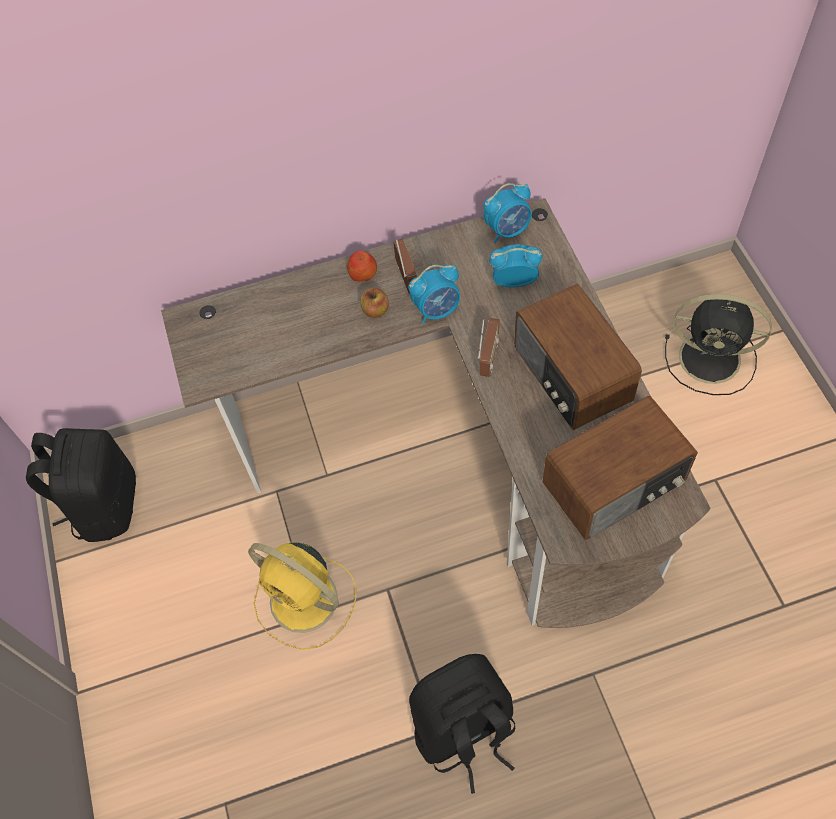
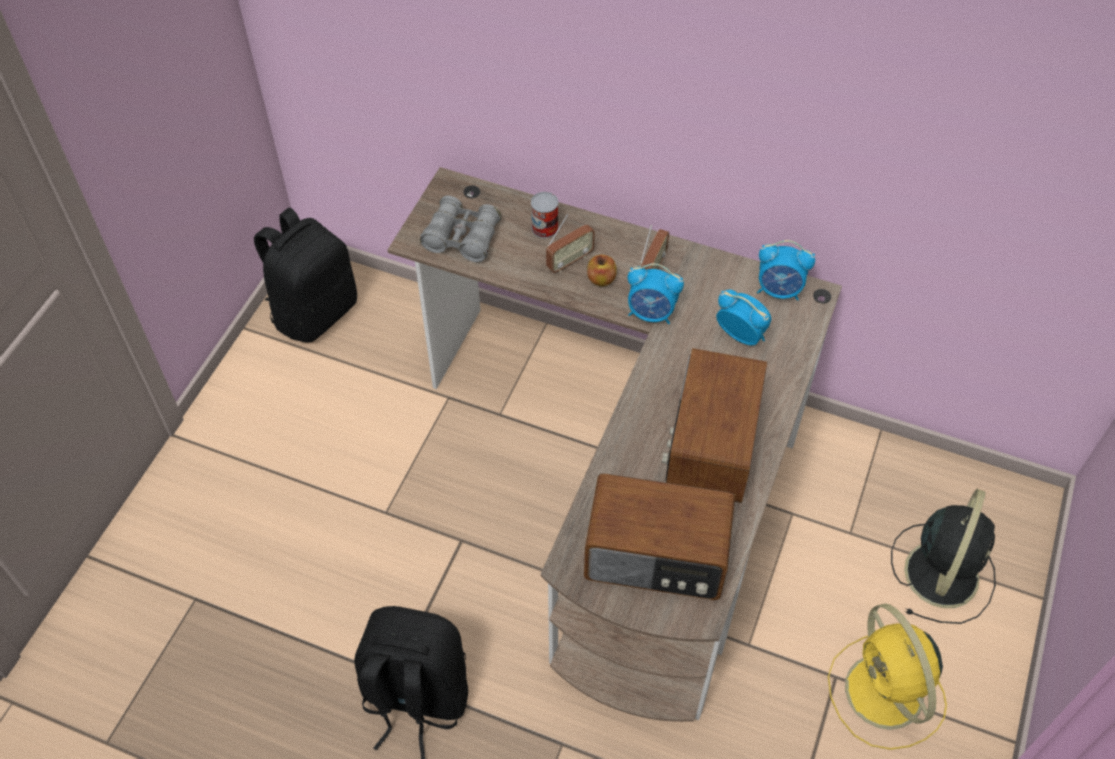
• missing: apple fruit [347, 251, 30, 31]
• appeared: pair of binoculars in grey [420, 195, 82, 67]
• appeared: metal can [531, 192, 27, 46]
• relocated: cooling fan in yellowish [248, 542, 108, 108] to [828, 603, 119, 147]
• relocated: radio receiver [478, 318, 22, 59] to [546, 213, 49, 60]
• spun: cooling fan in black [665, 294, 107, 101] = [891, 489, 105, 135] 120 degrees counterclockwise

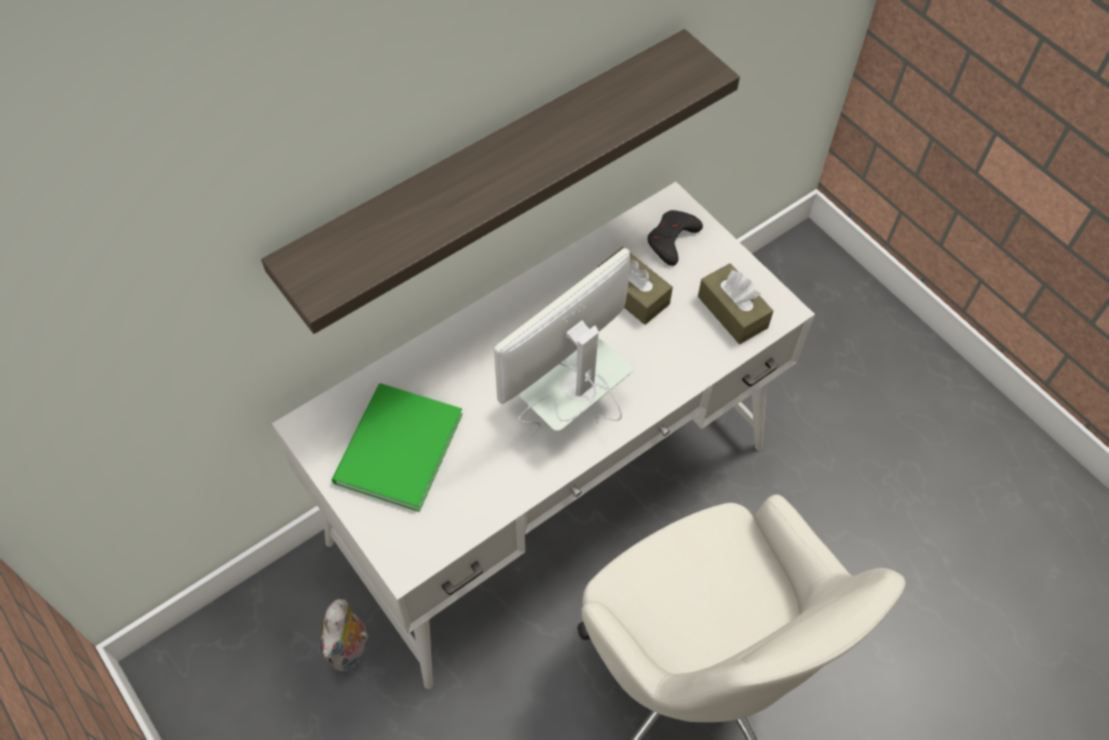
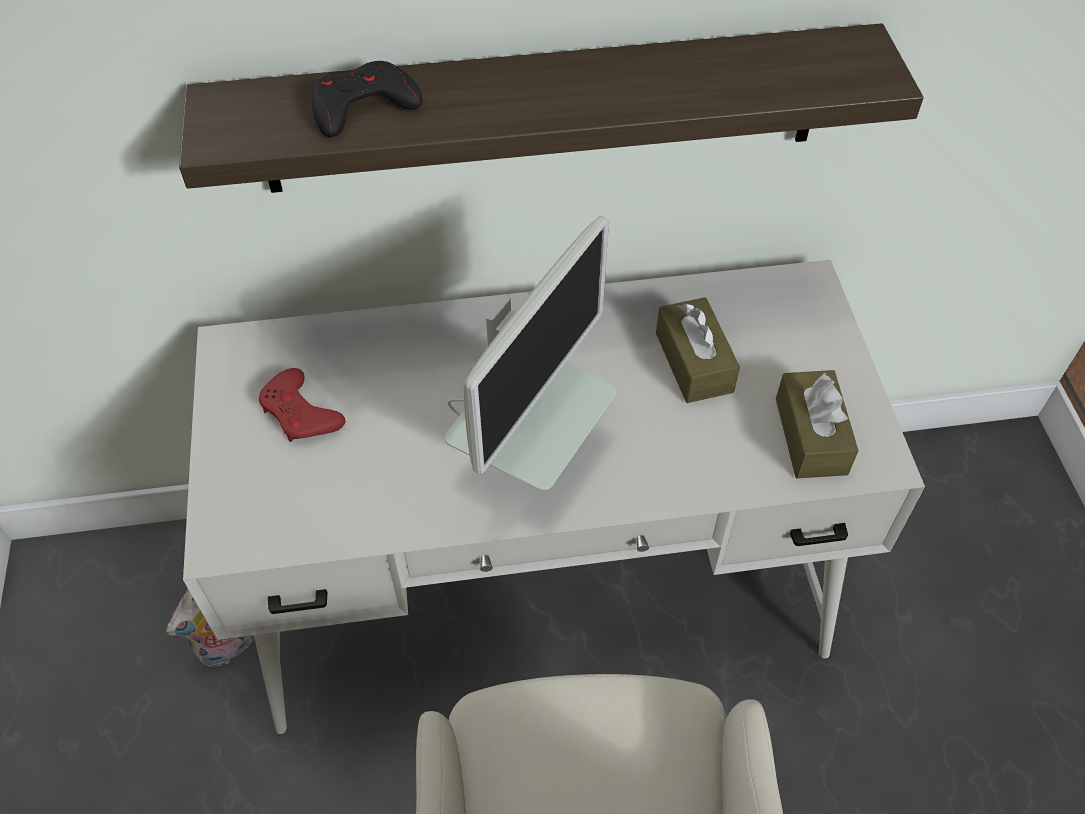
• relocated: joypad in black [647, 210, 56, 56] to [311, 61, 112, 76]
• exchanged: volume in green [332, 383, 131, 129] to joypad in red [259, 368, 86, 74]
• spun: monitor [494, 248, 139, 190] = [444, 216, 173, 274] 135 degrees clockwise

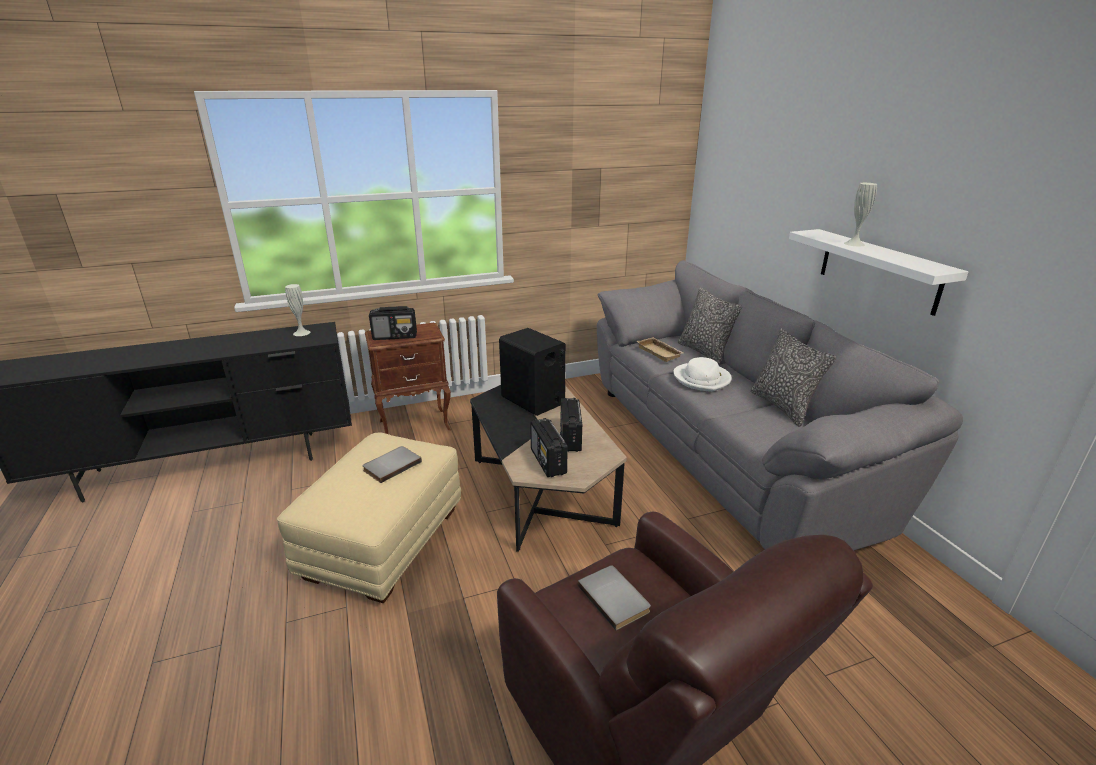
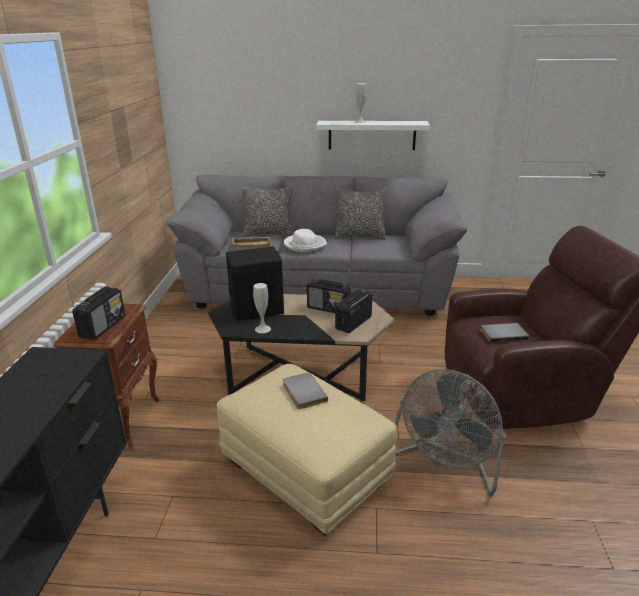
• appeared: cooling fan in grey [394, 369, 113, 128]
• relocated: flower vase in white [285, 284, 25, 52] to [253, 283, 18, 50]
• spun: radio receiver [530, 418, 38, 59] = [335, 289, 37, 44] 120 degrees clockwise

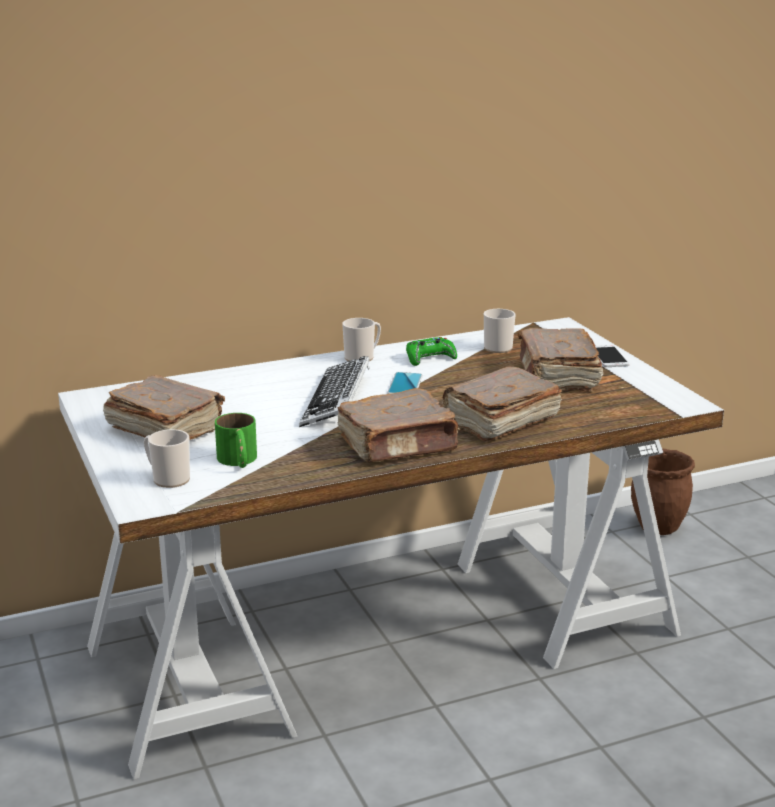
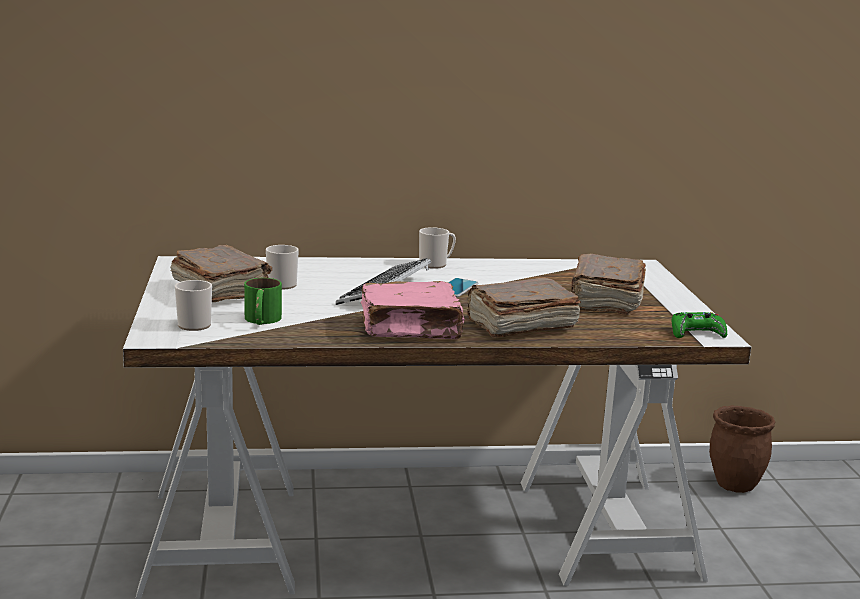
• missing: phone [595, 345, 35, 22]
• relocated: joypad in green [406, 337, 51, 29] to [671, 312, 56, 26]
• relocated: mug [484, 309, 31, 44] to [266, 245, 33, 44]
• colour: volume in brownish [338, 388, 122, 74] to volume in pinkish [361, 281, 104, 58]

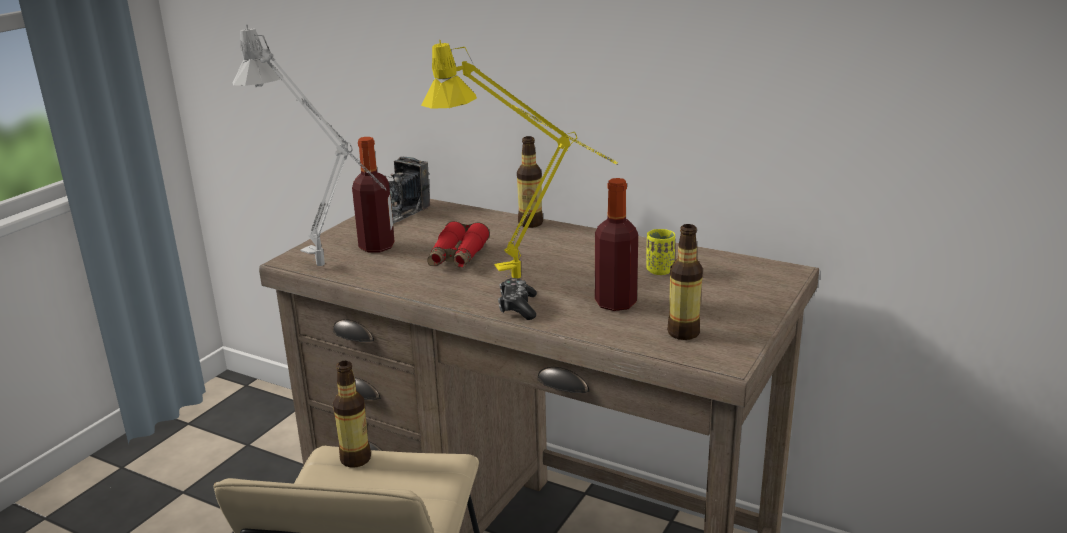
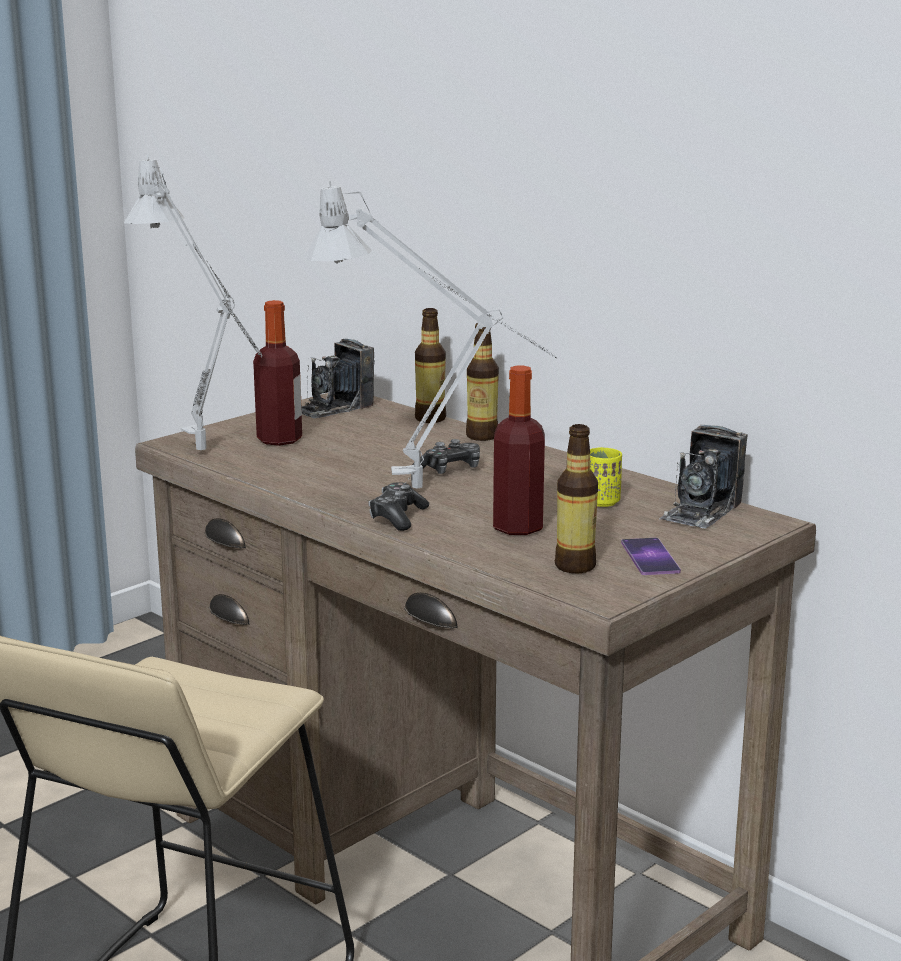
• missing: pair of binoculars in red [427, 221, 63, 47]
• appeared: joypad [412, 439, 68, 35]
• appeared: phone [621, 538, 60, 37]
• appeared: photo camera [659, 425, 89, 103]
• relocated: drink bottle [333, 361, 38, 107] to [415, 308, 31, 115]
• colour: lamp for a table in yellowish [421, 40, 197, 239] to lamp for a table in grey [304, 181, 253, 308]

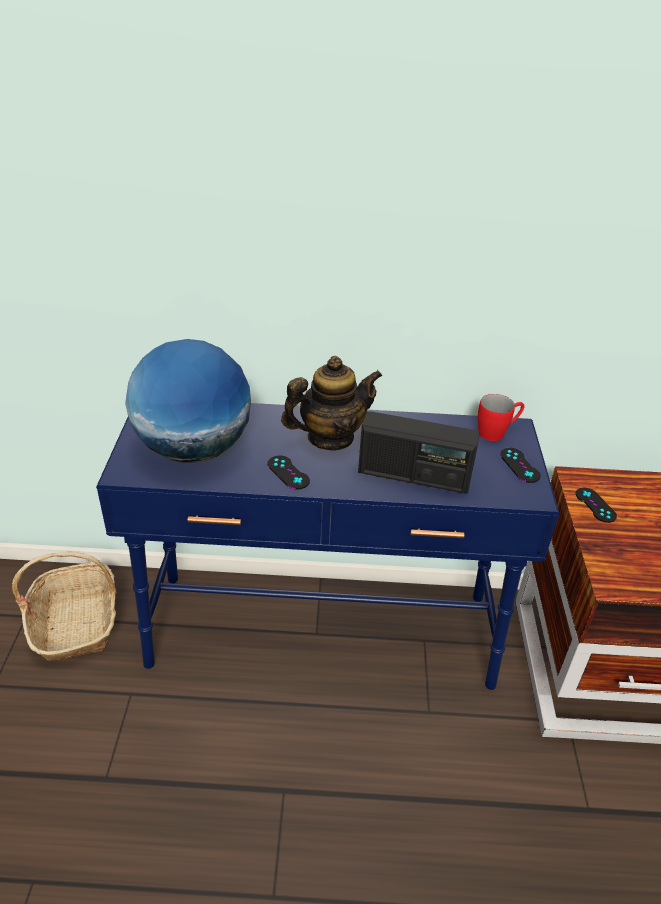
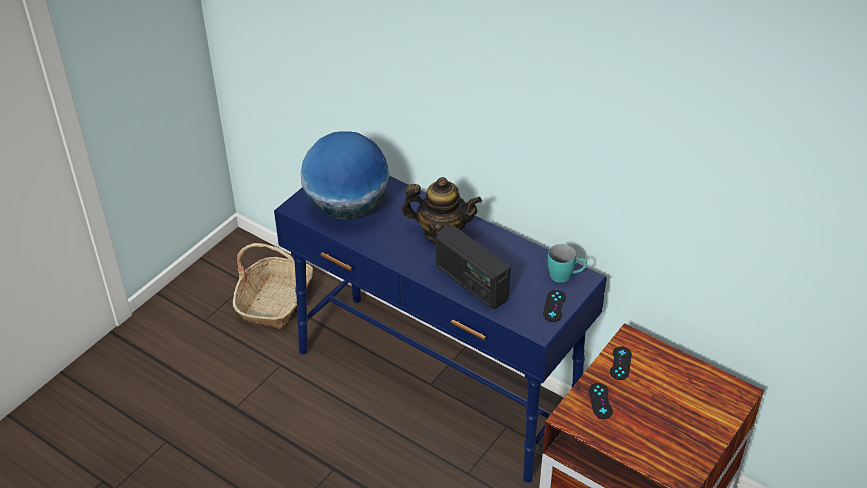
• relocated: joypad in black [267, 455, 43, 35] to [589, 383, 24, 36]
• colour: mug in red [478, 394, 47, 47] to mug in turquoise-coloured [548, 244, 39, 39]

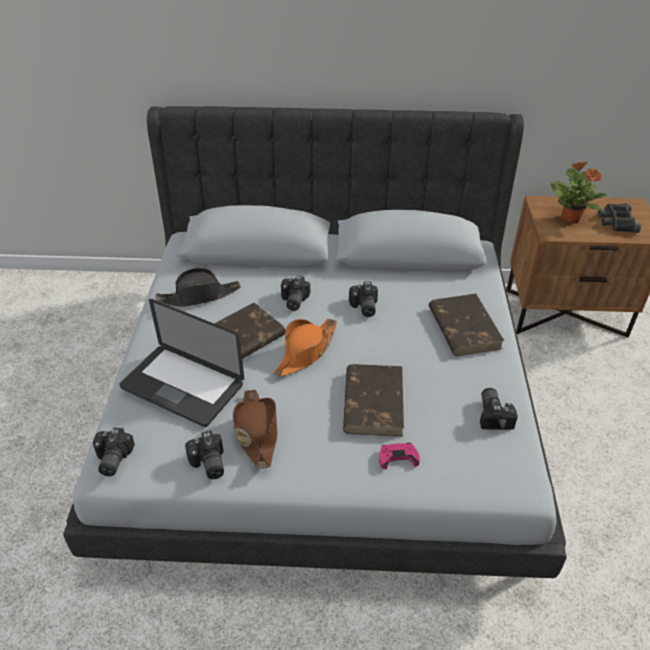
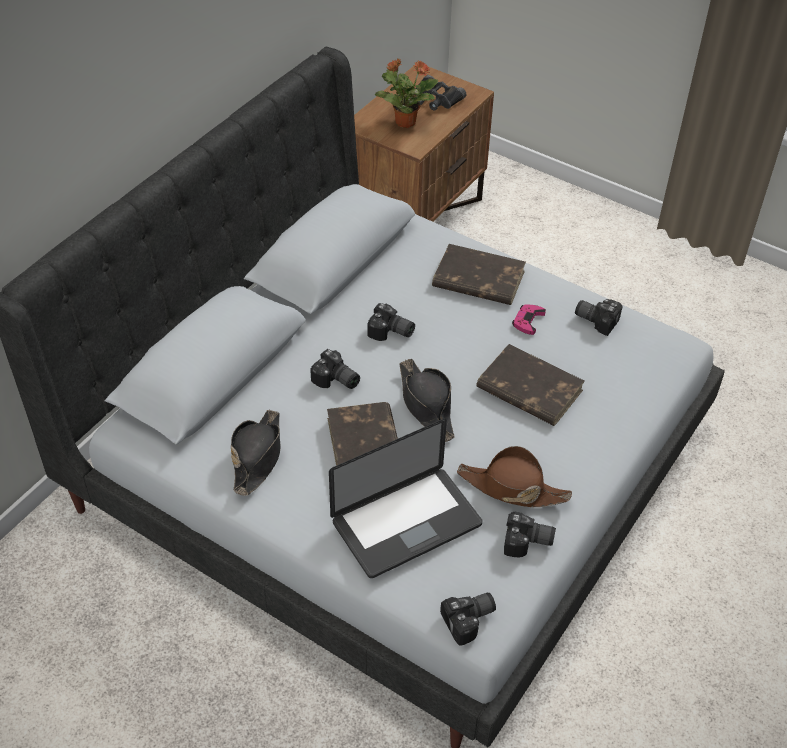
• relocated: joypad in pinkish [379, 443, 41, 26] to [512, 304, 34, 31]
• colour: wearable hat in orange-coloured [273, 318, 64, 59] to wearable hat in black [399, 359, 56, 83]
• spun: photo camera [93, 428, 42, 48] = [440, 593, 56, 53] 60 degrees counterclockwise

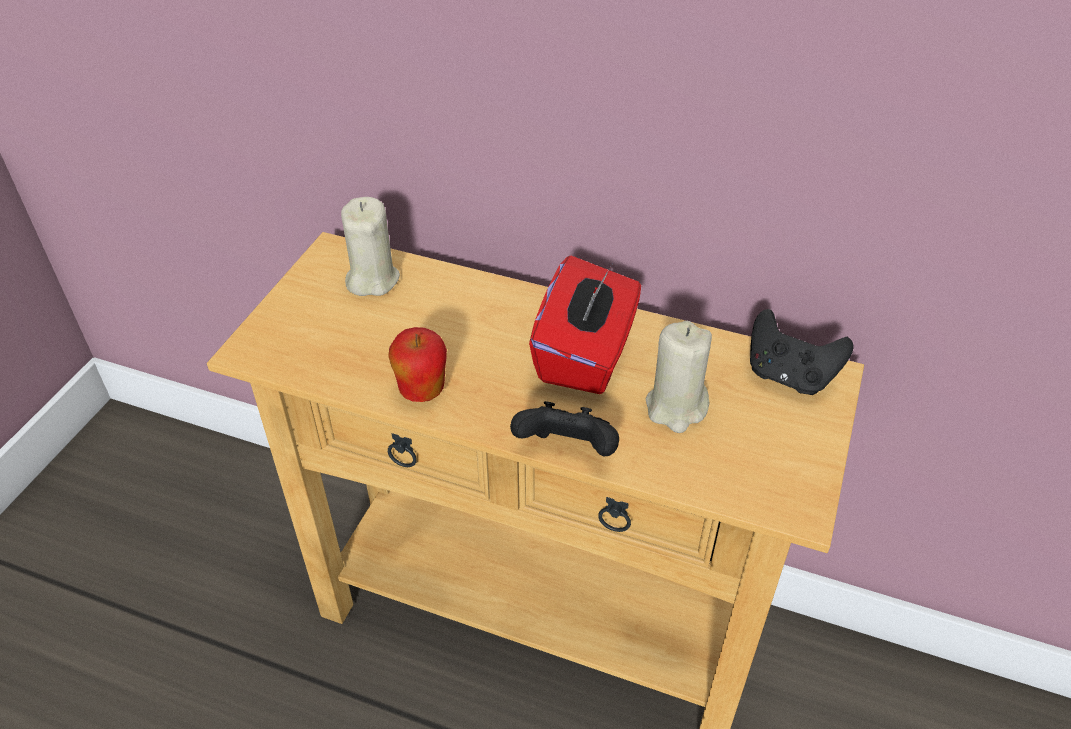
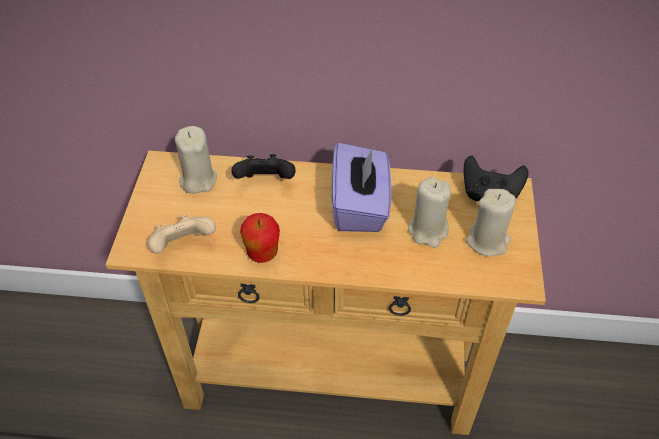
• appeared: joypad in sand-coloured [148, 215, 68, 39]
• appeared: wax light in sand-coloured [466, 189, 50, 67]
• relocated: joypad in black [510, 401, 109, 55] to [232, 154, 64, 25]
• colour: box of tissues in red [529, 256, 112, 138] to box of tissues in purplish [332, 143, 59, 89]

